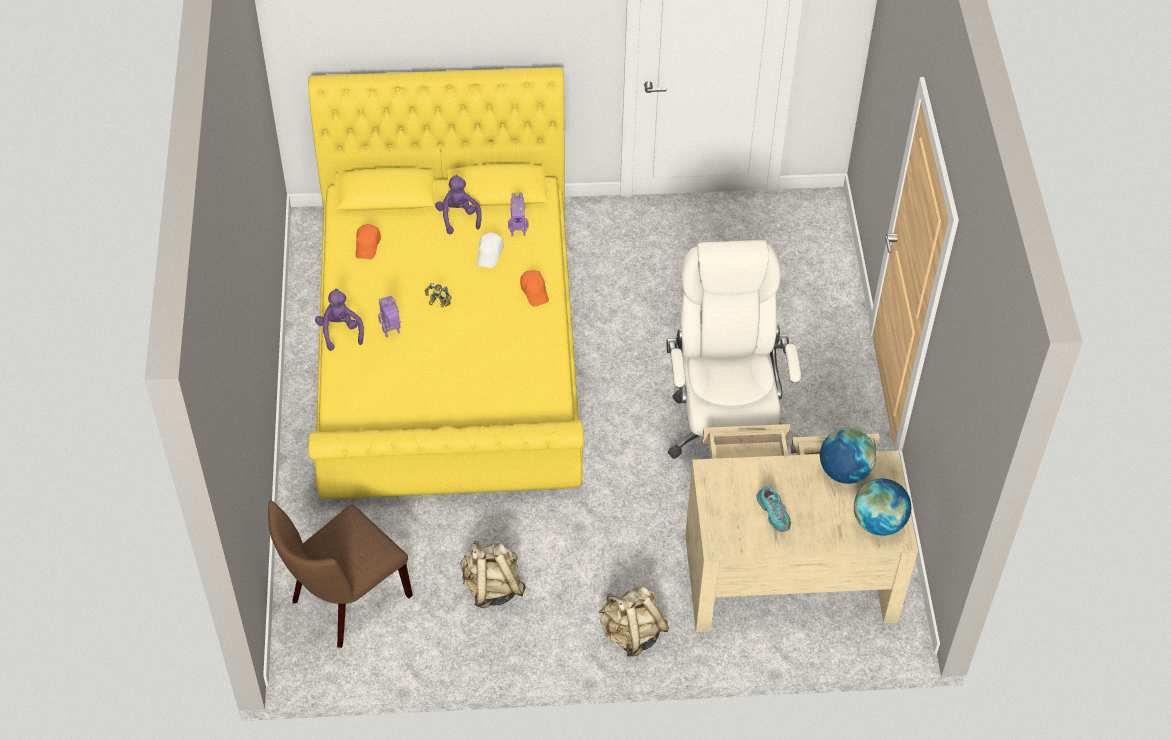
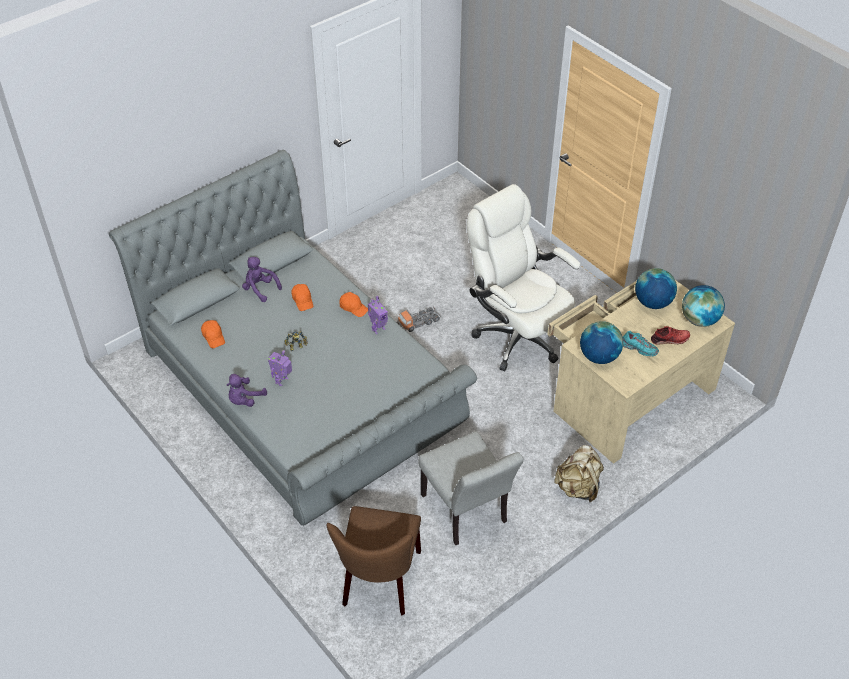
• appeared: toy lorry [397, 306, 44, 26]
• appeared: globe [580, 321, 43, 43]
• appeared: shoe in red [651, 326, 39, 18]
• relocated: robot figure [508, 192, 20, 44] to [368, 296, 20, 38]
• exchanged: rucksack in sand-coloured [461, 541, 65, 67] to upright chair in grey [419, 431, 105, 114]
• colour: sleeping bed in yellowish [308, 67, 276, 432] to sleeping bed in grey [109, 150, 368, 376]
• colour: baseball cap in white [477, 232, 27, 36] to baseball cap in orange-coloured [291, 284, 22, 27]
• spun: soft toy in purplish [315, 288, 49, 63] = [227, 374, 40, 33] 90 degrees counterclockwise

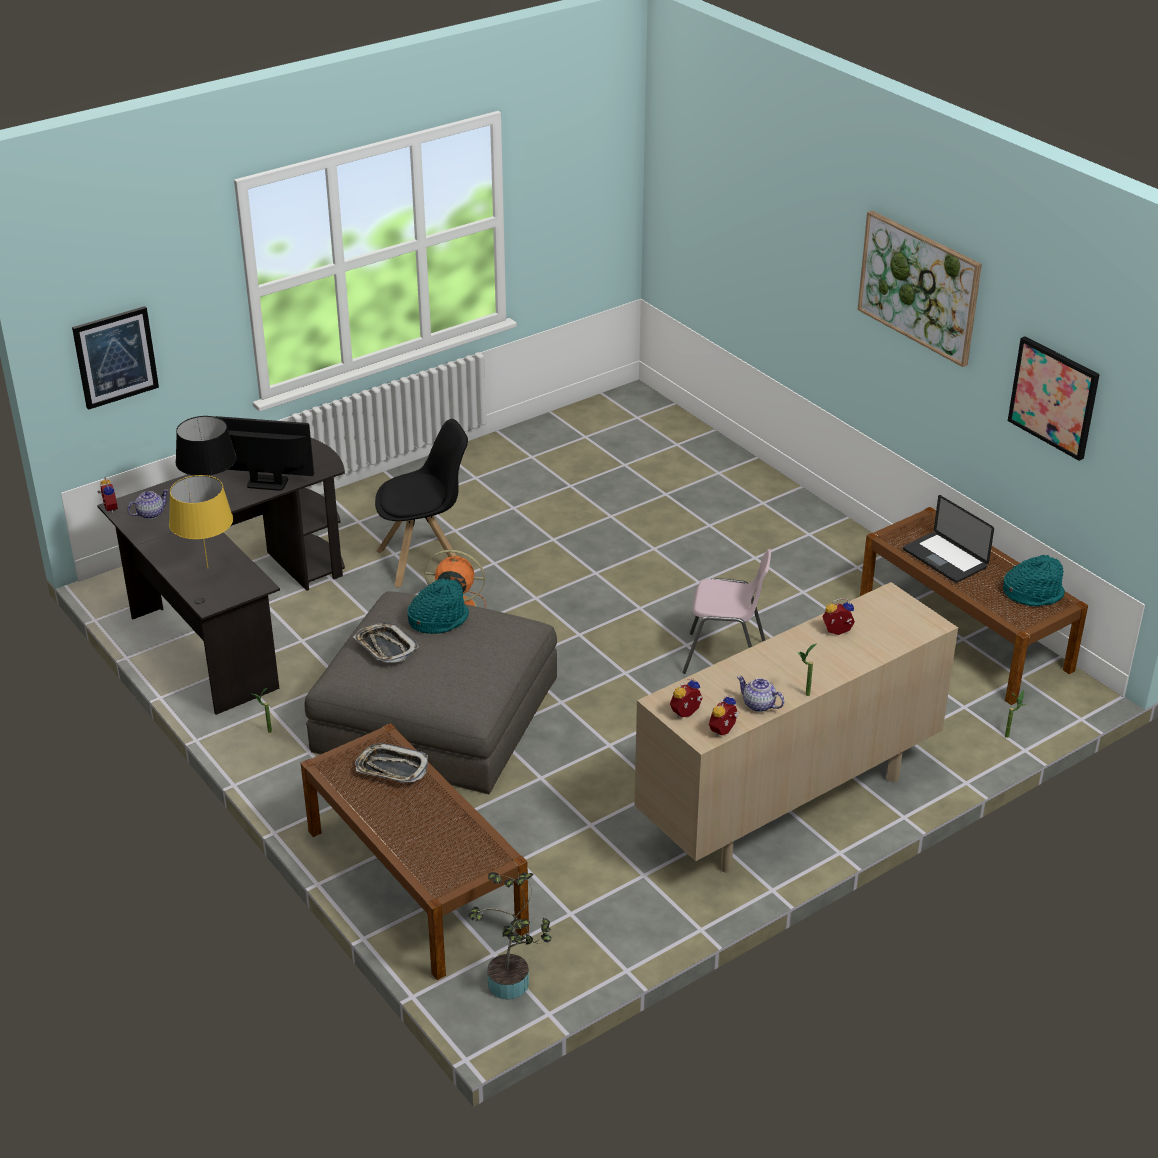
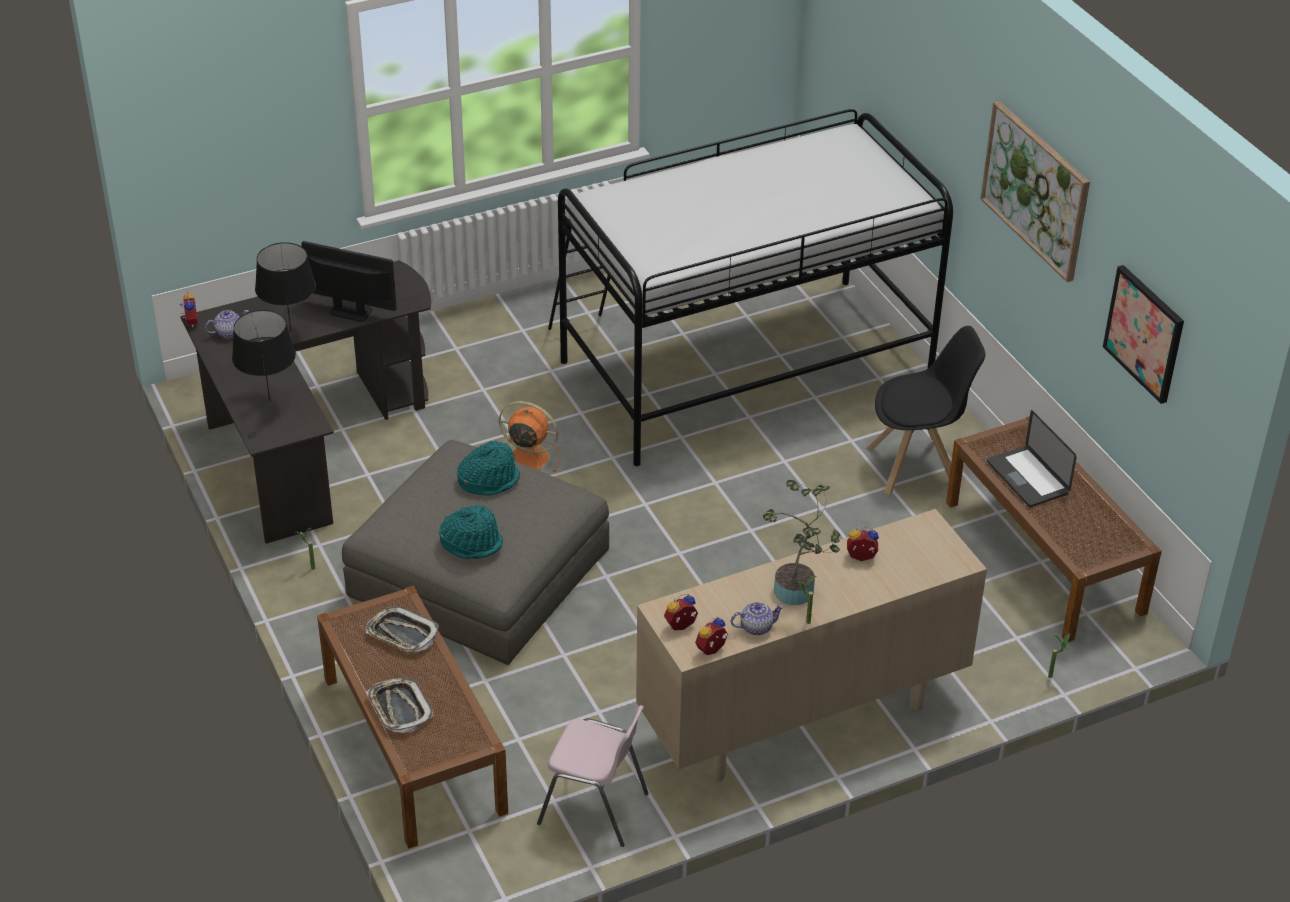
• missing: picture [72, 306, 87, 104]
• appeared: sleeping bed in black [548, 109, 405, 357]
• relocated: tray [353, 622, 66, 41] to [366, 677, 68, 56]
• relocated: upright chair in black [375, 419, 93, 169] to [866, 326, 119, 169]
• relocated: potted plant [468, 872, 84, 127] to [763, 480, 77, 125]
• relocated: upright chair in pinkish [682, 549, 89, 125] to [537, 705, 112, 142]
• relocated: wearable hat in turquoise-coloured [1003, 554, 62, 52] to [439, 505, 64, 54]
• colour: lamp for a table in yellowish [169, 475, 64, 93] to lamp for a table in black [232, 310, 64, 91]
• spun: tea pot [737, 676, 47, 36] = [731, 602, 53, 33] 120 degrees clockwise

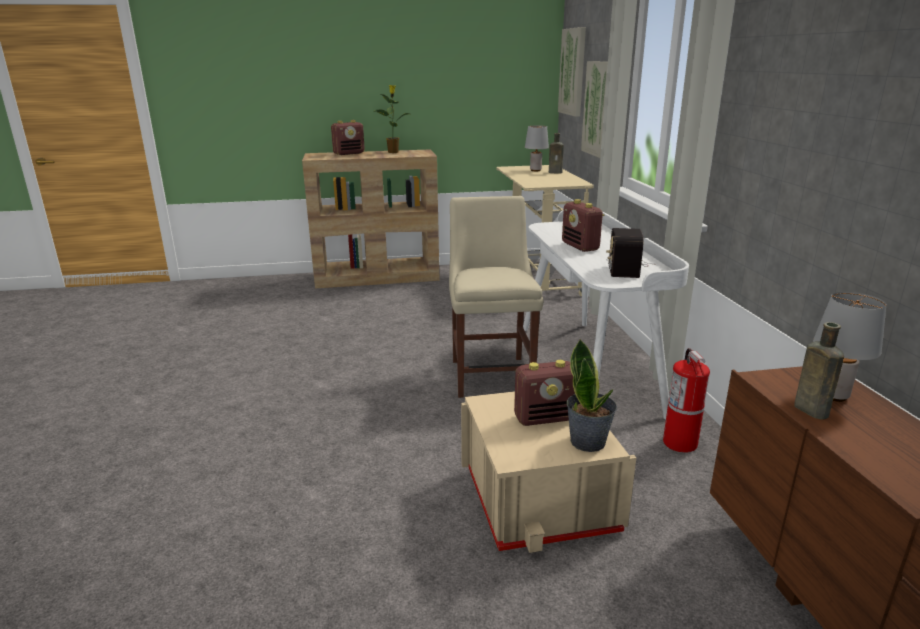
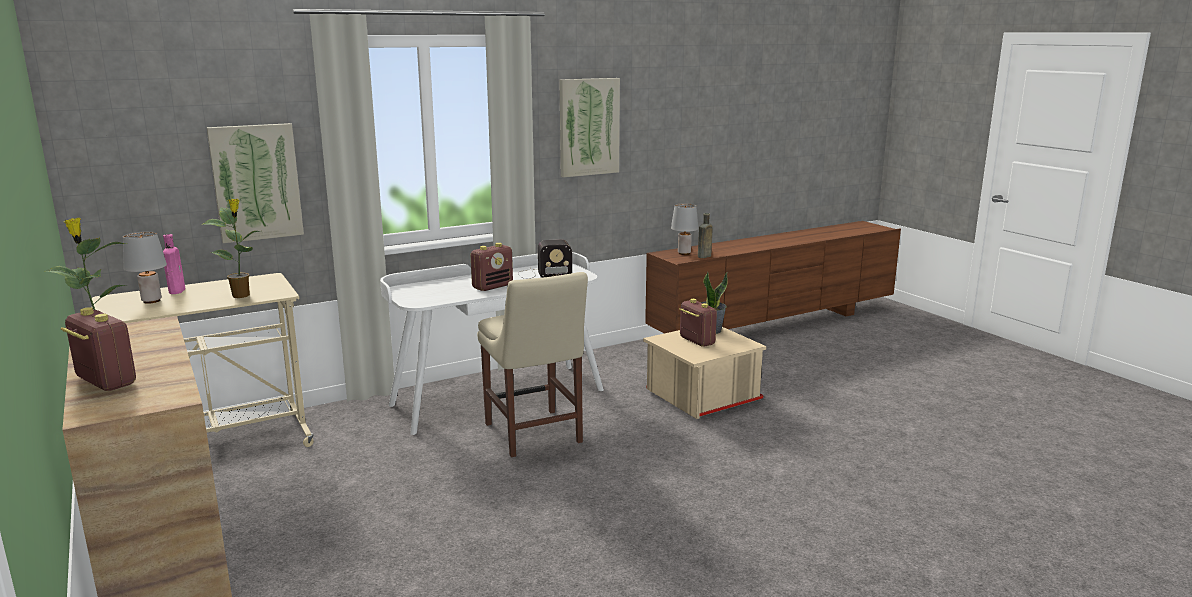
• missing: fire extinguisher [663, 348, 47, 105]
• appeared: potted plant [201, 199, 58, 99]
• relocated: picture [558, 27, 28, 90] to [559, 78, 61, 99]
• colour: drink bottle in brownish [549, 133, 15, 41] to drink bottle in pinkish [163, 234, 22, 60]
• spun: upright chair in sand-coloured [449, 196, 94, 202] = [477, 272, 111, 185] 90 degrees counterclockwise

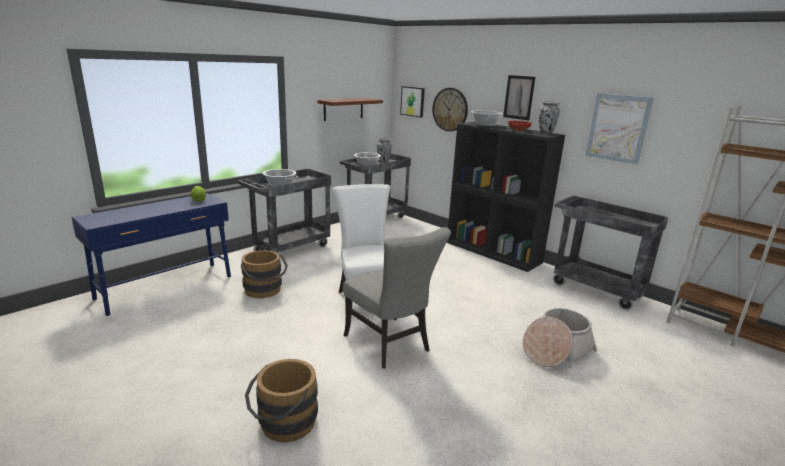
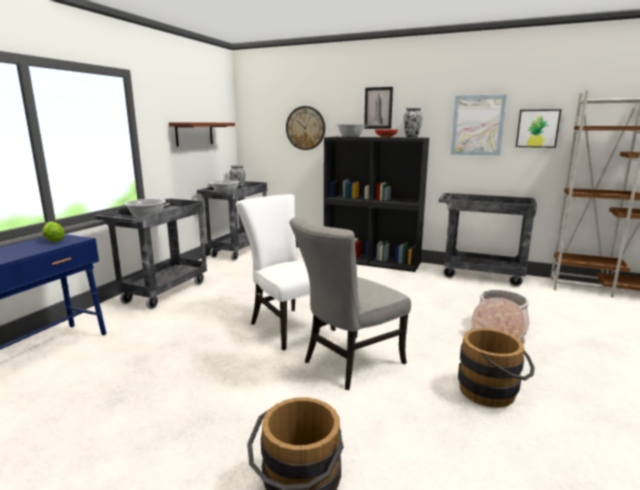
• relocated: bucket in brownish [241, 250, 47, 48] to [458, 328, 77, 80]
• relocated: picture [400, 86, 25, 32] to [516, 109, 46, 39]
• spun: upright chair in grey [343, 227, 108, 142] = [289, 217, 122, 173] 105 degrees clockwise

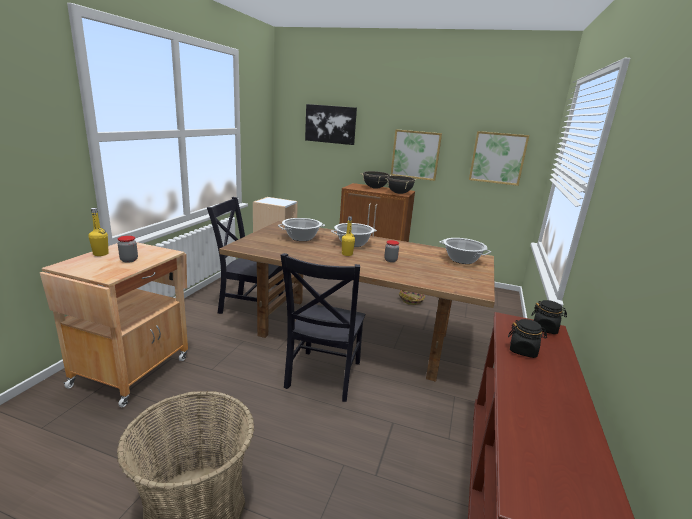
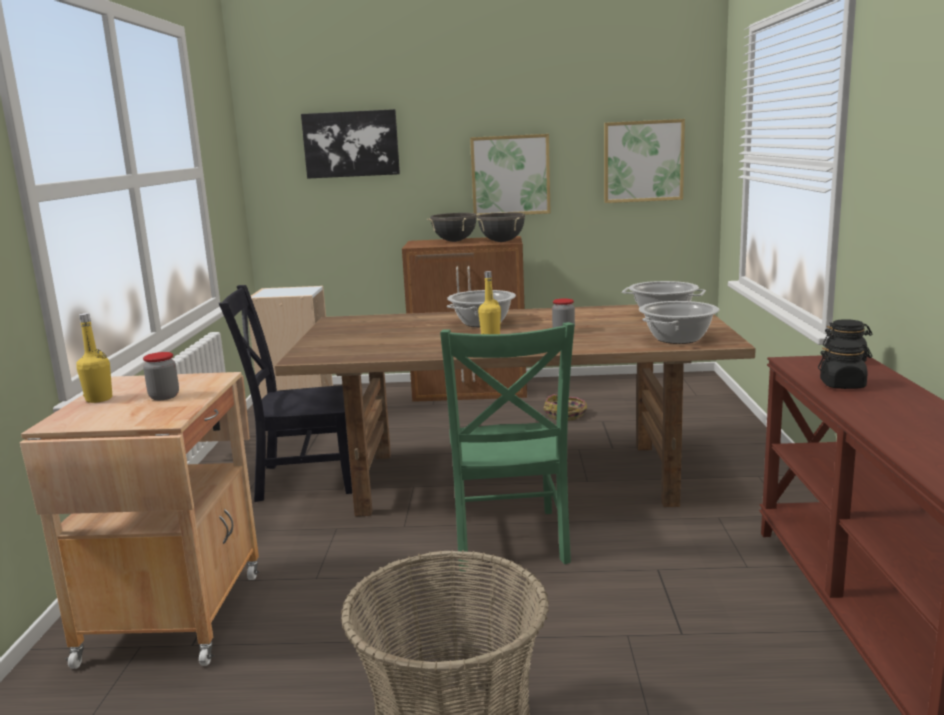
• relocated: stockpot [278, 218, 47, 23] to [639, 301, 80, 43]
• colour: upright chair in black [280, 253, 85, 149] to upright chair in green [440, 322, 135, 249]

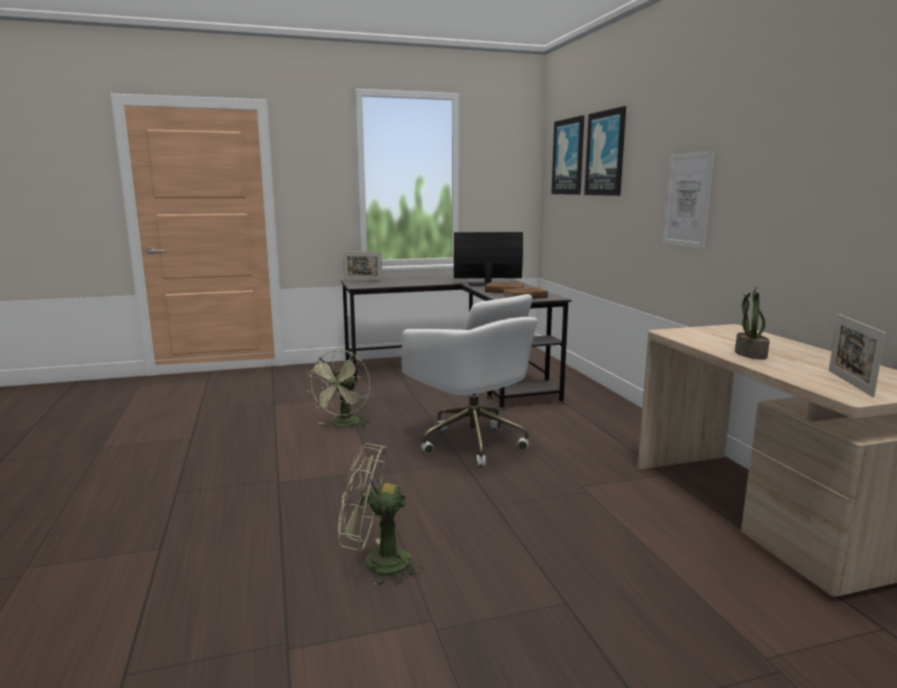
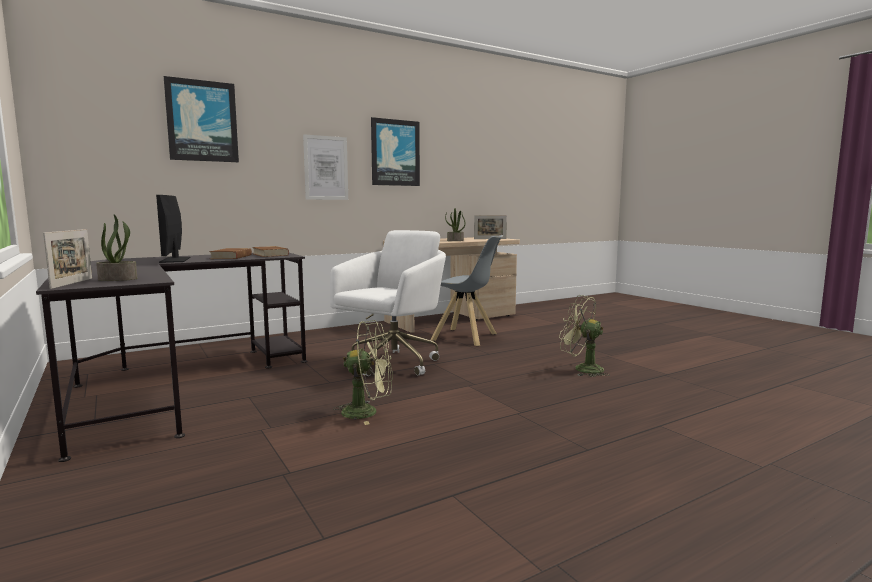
• appeared: potted plant [96, 214, 41, 67]
• appeared: upright chair in grey [430, 235, 73, 111]
• relocated: picture [551, 115, 34, 80] to [371, 117, 49, 69]
• spun: cooling fan in green [338, 443, 85, 143] = [559, 295, 51, 82] 135 degrees clockwise

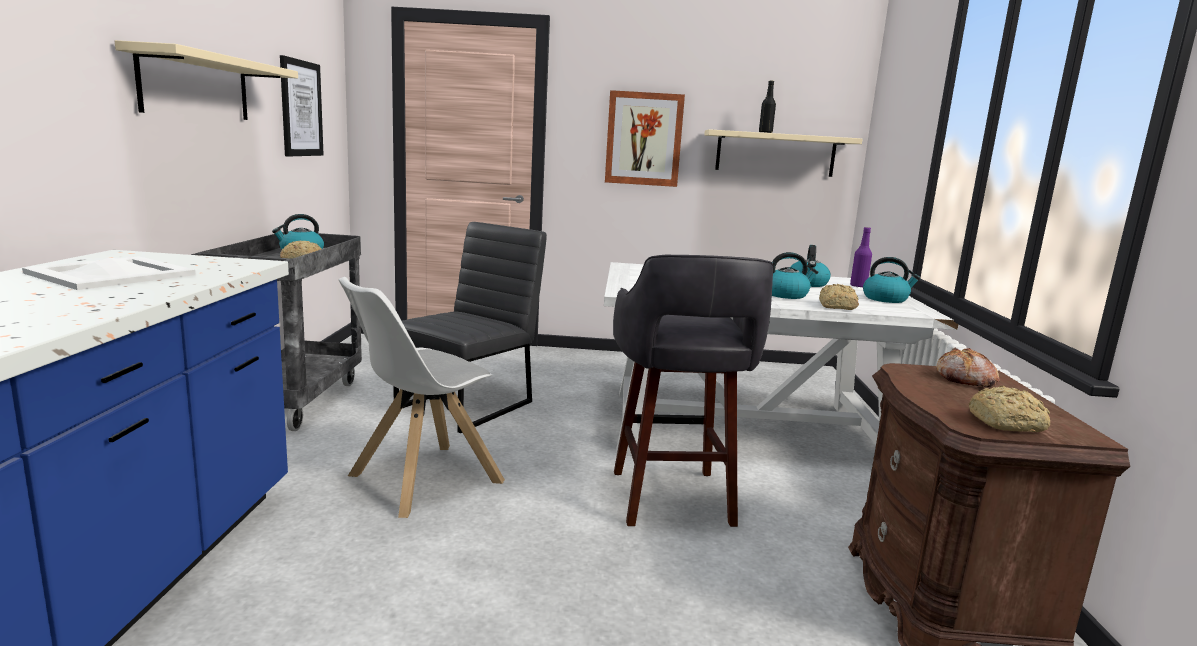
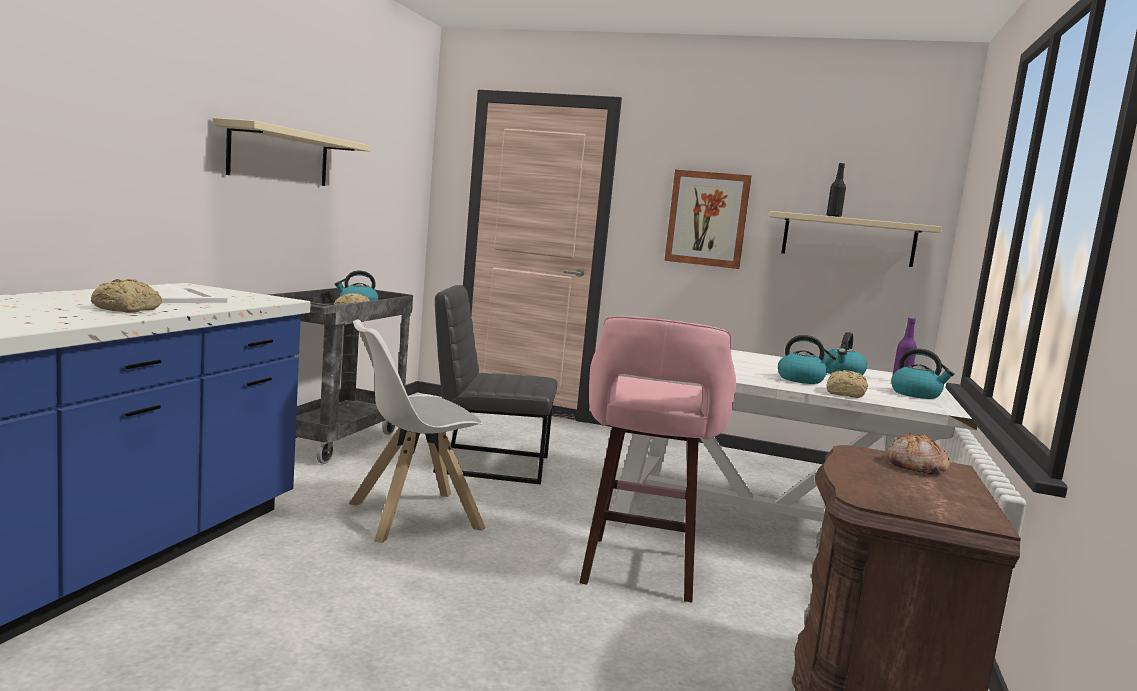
• missing: picture [280, 55, 44, 101]
• relocated: baked bread [969, 385, 81, 47] to [91, 279, 71, 34]
• colour: stool seat in grey [613, 255, 160, 272] to stool seat in pinkish [579, 316, 157, 287]
• spun: upright chair in grey [393, 222, 154, 211] = [433, 285, 124, 199] 135 degrees counterclockwise

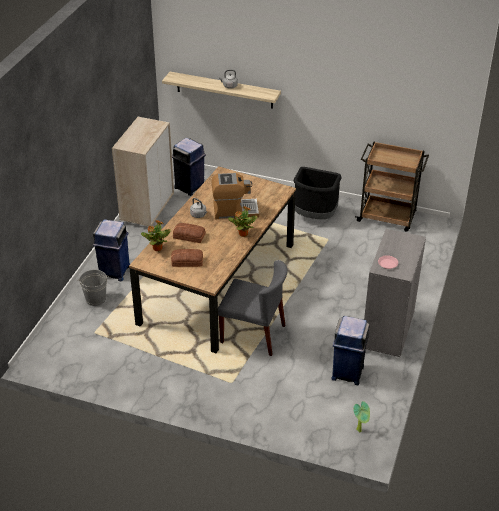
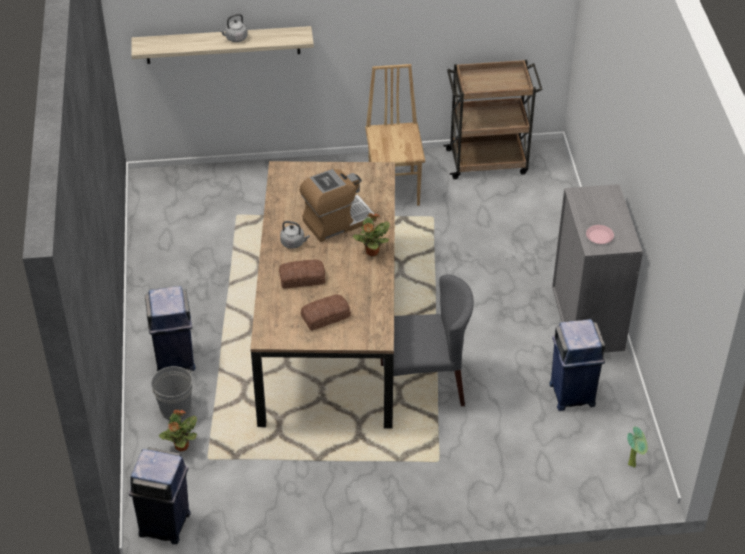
• missing: cupboard in sand-coloured [112, 117, 62, 110]
• relocated: potted plant [141, 220, 30, 32] to [159, 409, 38, 43]
• relocated: waste bin in bluish [172, 138, 34, 58] to [129, 447, 62, 97]
• exchanged: waste bin in black [294, 167, 48, 52] to upright chair in brownish [365, 64, 60, 142]

